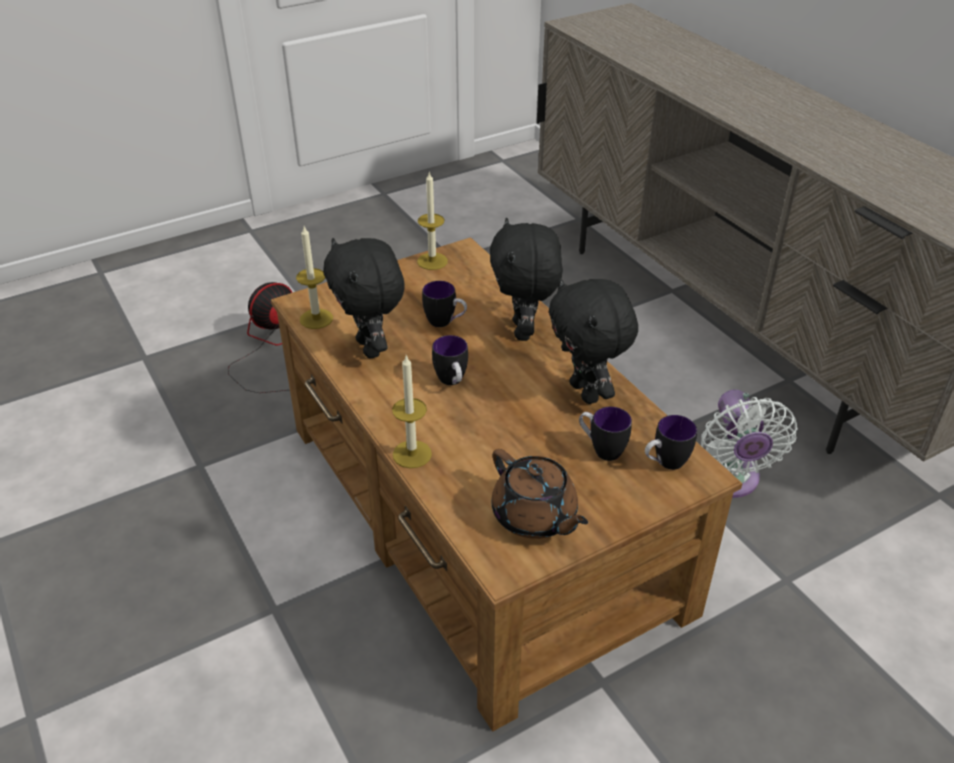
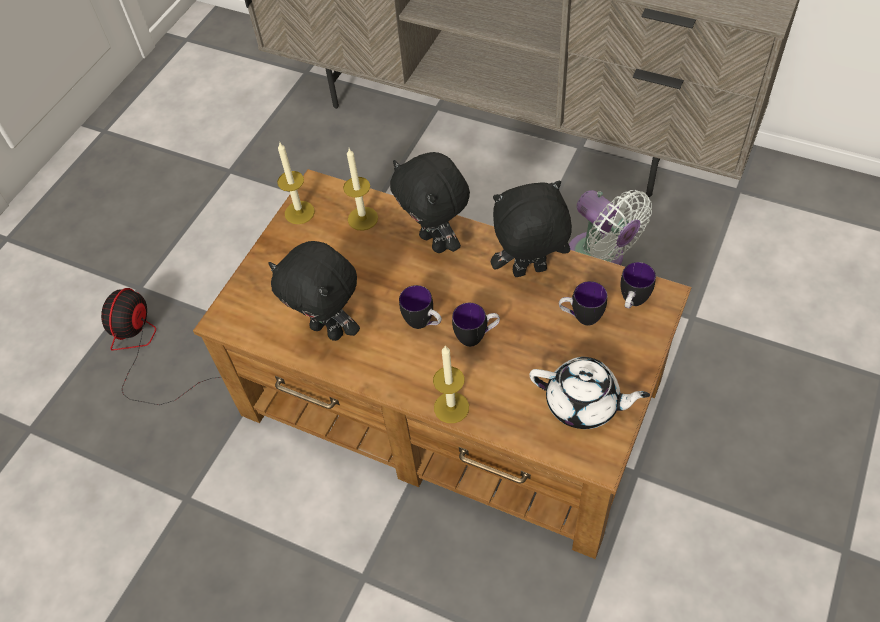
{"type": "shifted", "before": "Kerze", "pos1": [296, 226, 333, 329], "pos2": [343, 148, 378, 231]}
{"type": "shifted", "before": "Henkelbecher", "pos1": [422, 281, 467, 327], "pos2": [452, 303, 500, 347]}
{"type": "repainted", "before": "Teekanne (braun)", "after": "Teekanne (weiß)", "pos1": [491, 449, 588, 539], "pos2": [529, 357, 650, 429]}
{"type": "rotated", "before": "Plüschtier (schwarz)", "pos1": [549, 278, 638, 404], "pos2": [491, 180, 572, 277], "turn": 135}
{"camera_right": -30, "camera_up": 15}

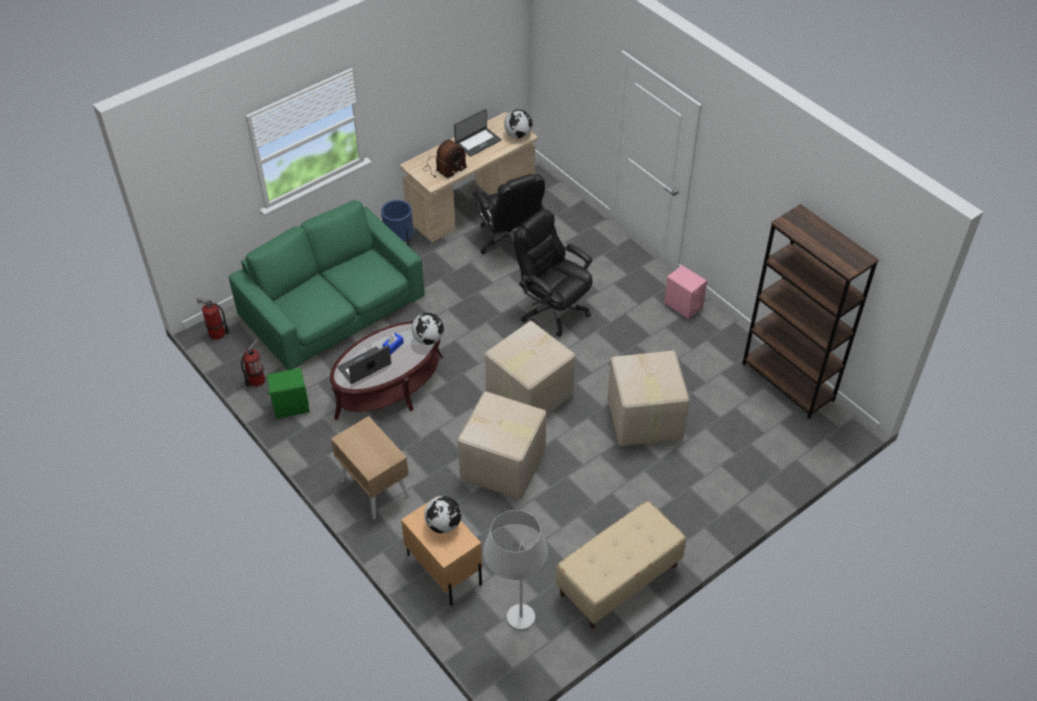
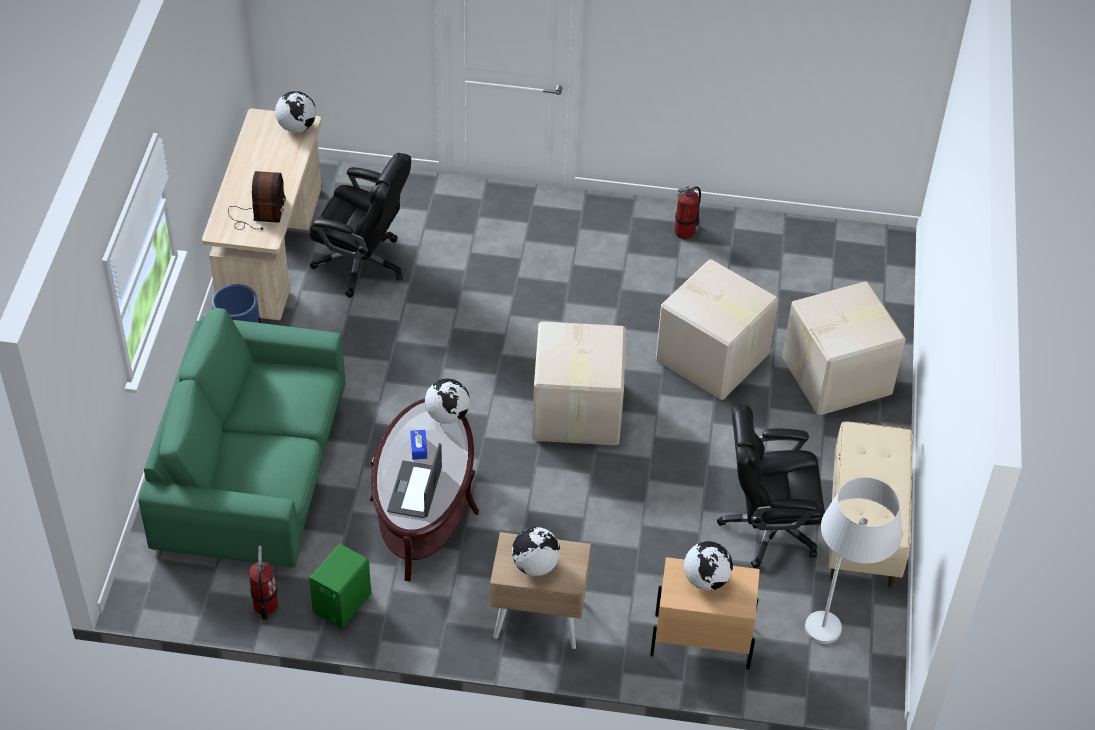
{"type": "shifted", "before": "Feuerlöscher", "pos1": [196, 298, 230, 340], "pos2": [674, 186, 701, 239]}
{"type": "gone", "before": "Laptop", "pos1": [454, 109, 502, 157]}
{"type": "shifted", "before": "Karton", "pos1": [458, 391, 547, 499], "pos2": [782, 282, 906, 415]}
{"type": "shifted", "before": "Bürostuhl (schwarz)", "pos1": [514, 209, 593, 337], "pos2": [717, 404, 825, 568]}
{"type": "gone", "before": "Lautsprecher (rosa)", "pos1": [664, 265, 707, 319]}
{"type": "gone", "before": "Bücherregal (braun)", "pos1": [742, 204, 879, 419]}
{"type": "new", "after": "Globus", "pos2": [512, 527, 560, 576]}
{"camera_right": -45, "camera_up": 0}

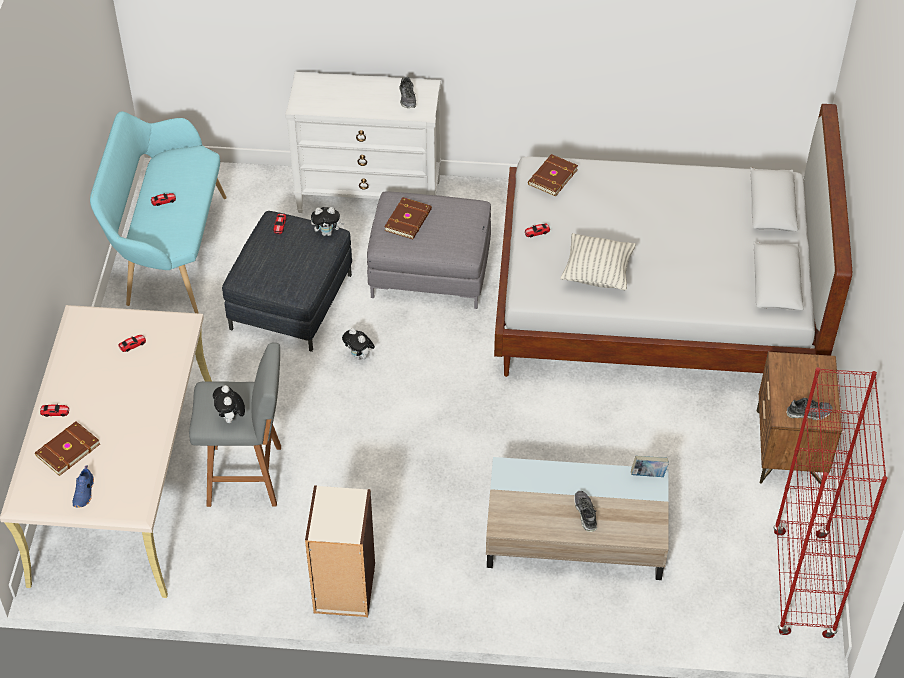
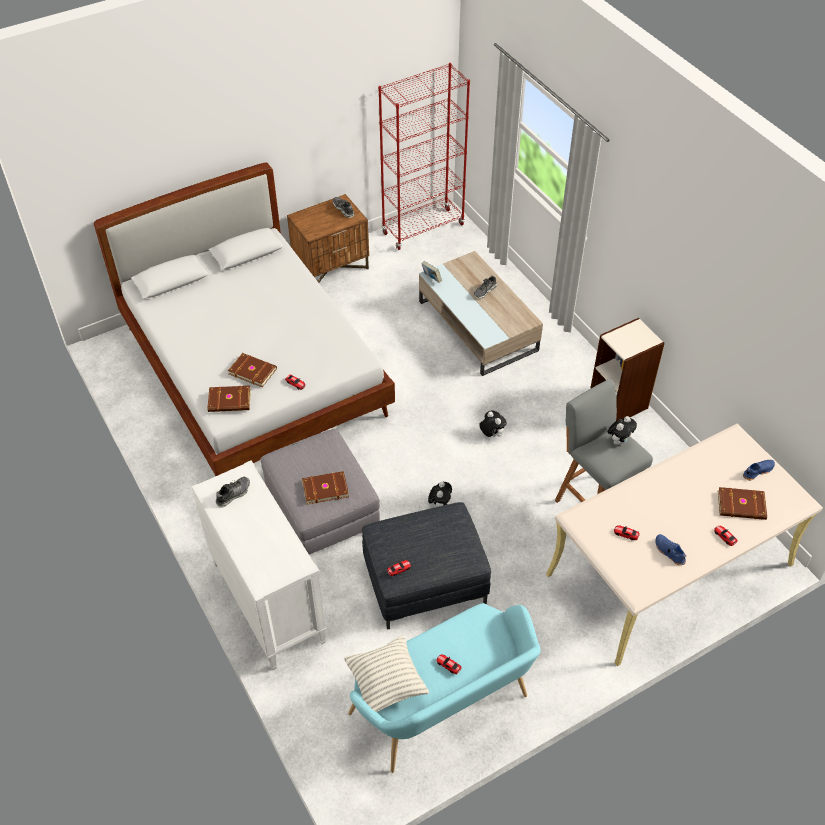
{"type": "shifted", "before": "Plüschtier", "pos1": [311, 207, 344, 236], "pos2": [479, 411, 507, 437]}
{"type": "shifted", "before": "Kissen", "pos1": [561, 233, 636, 290], "pos2": [344, 635, 429, 712]}
{"type": "new", "after": "Buch (braun)", "pos2": [228, 353, 277, 387]}
{"type": "new", "after": "Schuh (blau)", "pos2": [656, 534, 686, 565]}
{"camera_right": -125, "camera_up": 0}

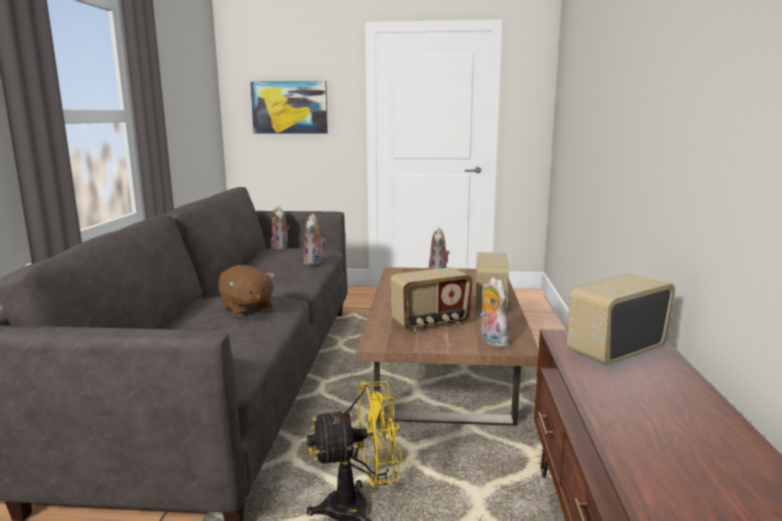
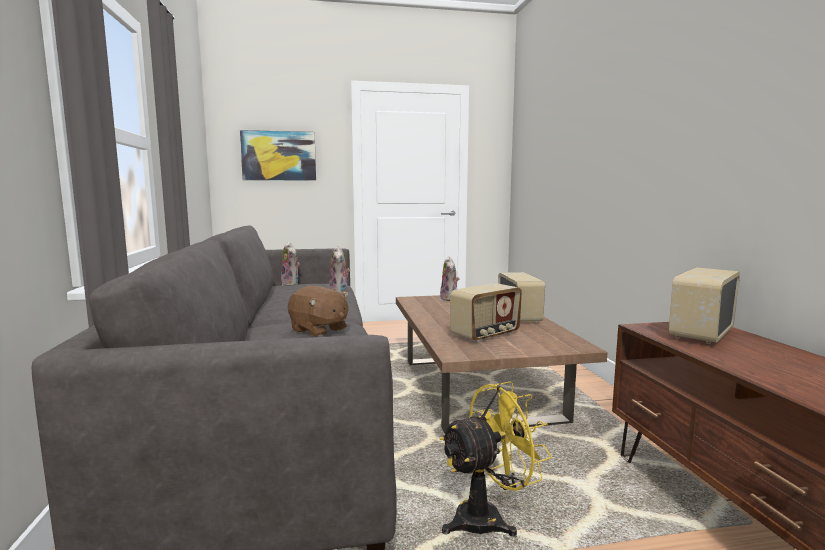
{"type": "gone", "before": "Plüschtier", "pos1": [480, 277, 509, 347]}
{"camera_right": -15, "camera_up": -5}

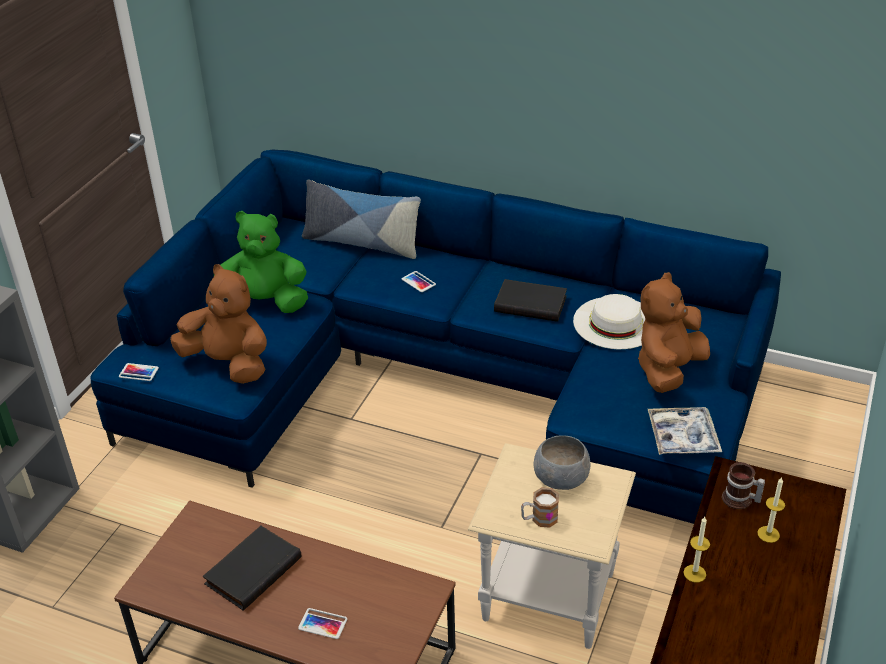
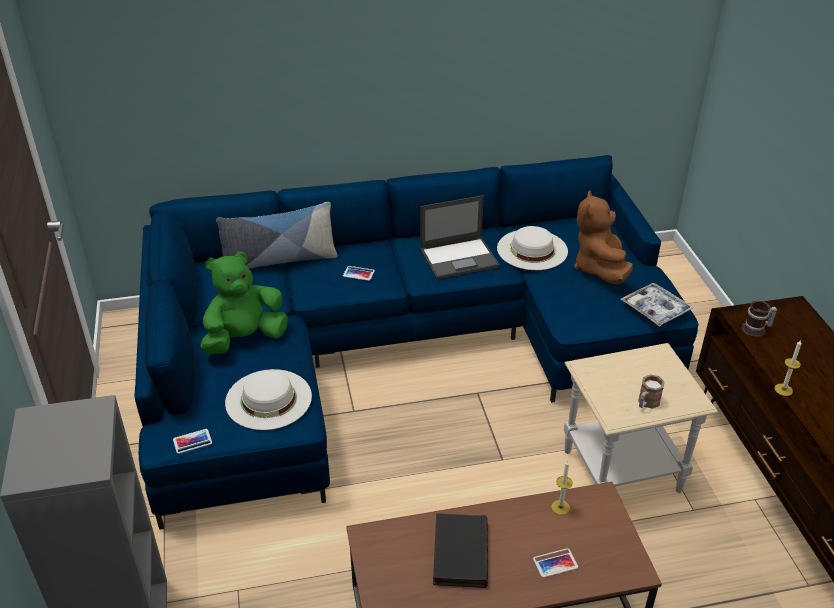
{"type": "swapped", "before": "Plüschtier (braun)", "after": "Hut (weiß)", "pos1": [170, 264, 267, 384], "pos2": [225, 369, 312, 430]}
{"type": "swapped", "before": "Buch (schwarz)", "after": "Laptop", "pos1": [494, 279, 567, 322], "pos2": [420, 195, 499, 279]}
{"type": "gone", "before": "Schüssel (grau)", "pos1": [534, 435, 590, 490]}
{"type": "shifted", "before": "Kerze", "pos1": [758, 477, 785, 543], "pos2": [551, 460, 573, 515]}
{"camera_right": -35, "camera_up": 0}

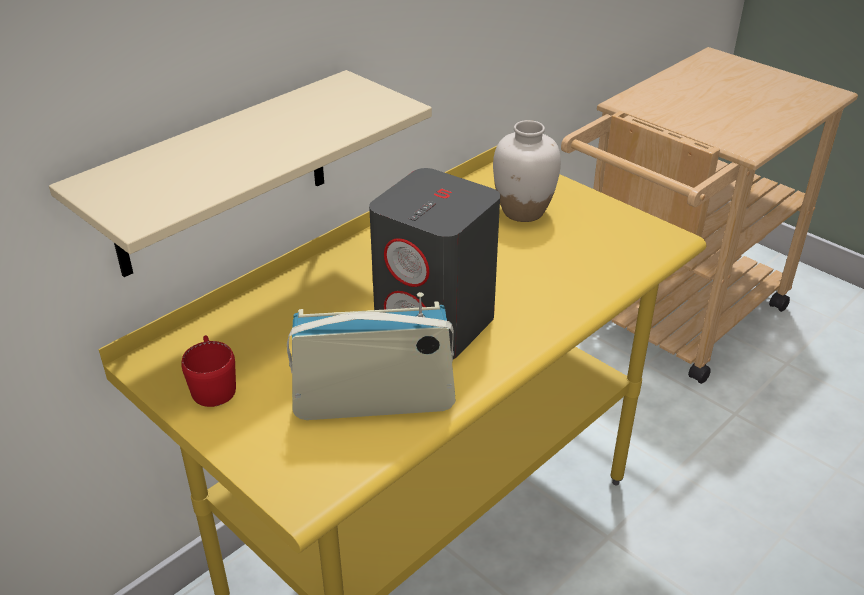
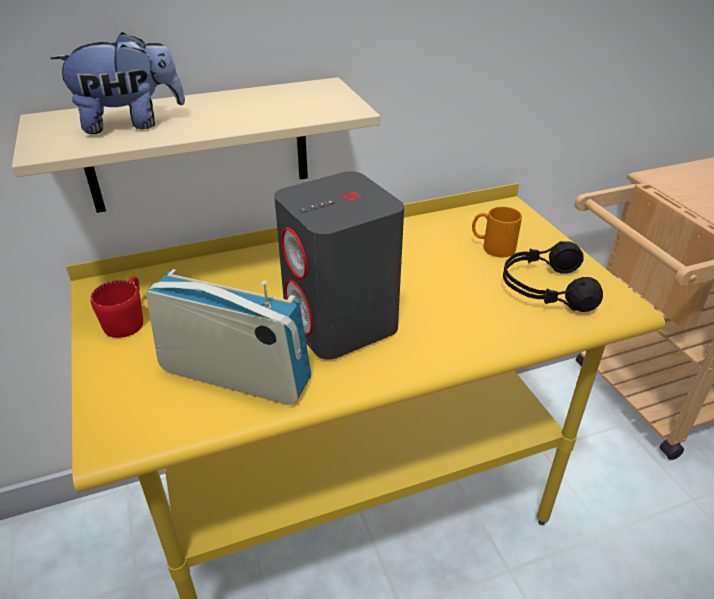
{"type": "swapped", "before": "Vase (weiß)", "after": "Henkelbecher (orange)", "pos1": [493, 120, 561, 222], "pos2": [472, 206, 522, 257]}
{"type": "new", "after": "Plüschtier", "pos2": [50, 32, 185, 134]}
{"type": "new", "after": "Kopfhörer (schwarz)", "pos2": [503, 241, 603, 312]}
{"camera_right": 25, "camera_up": 0}

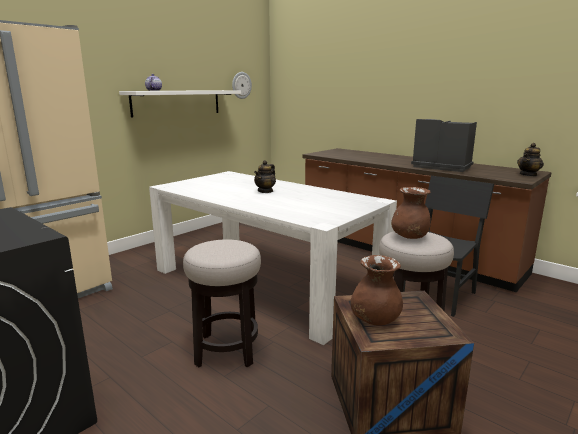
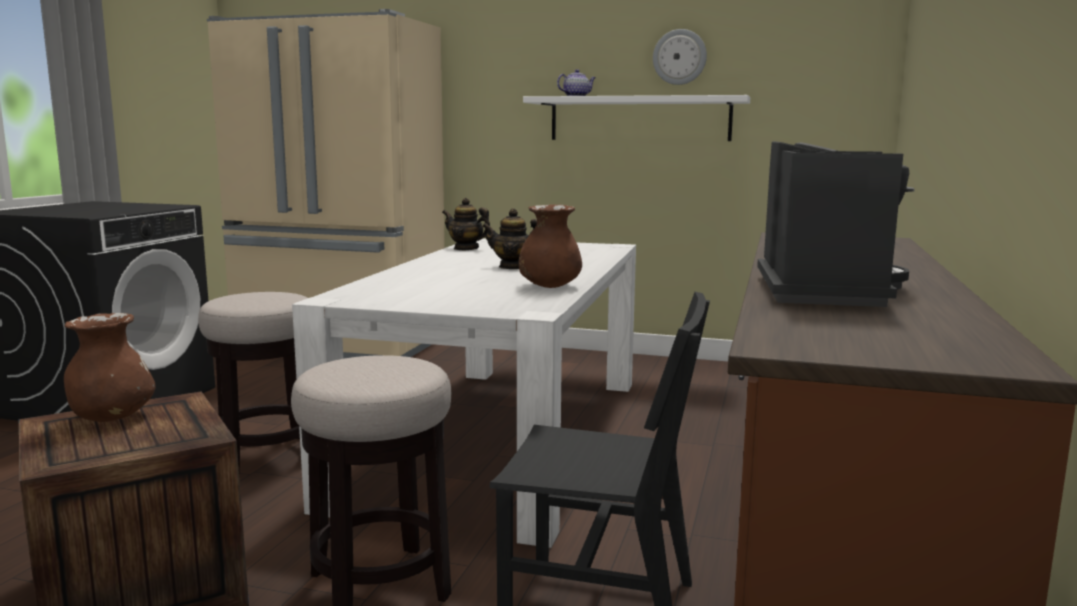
{"type": "shifted", "before": "Wanduhr", "pos1": [232, 72, 252, 99], "pos2": [653, 29, 707, 85]}
{"type": "shifted", "before": "Vase (braun)", "pos1": [391, 187, 431, 239], "pos2": [519, 204, 582, 288]}
{"type": "shifted", "before": "Teekanne", "pos1": [517, 143, 544, 177], "pos2": [442, 198, 490, 250]}
{"camera_right": 65, "camera_up": -5}

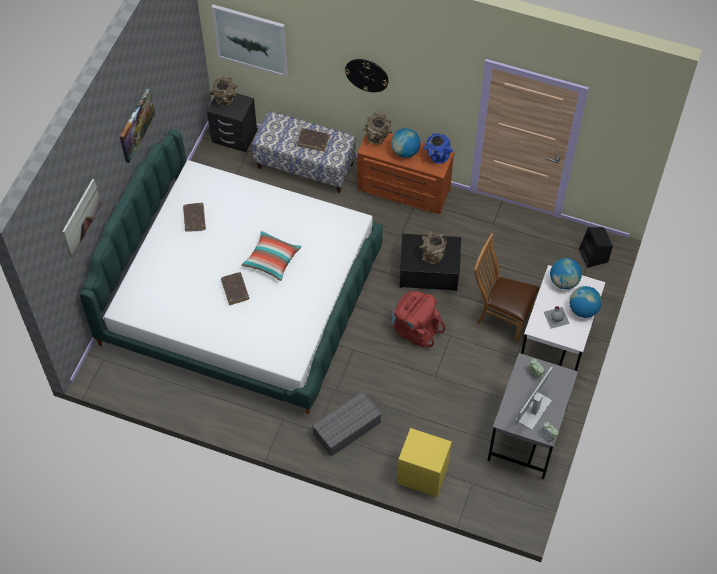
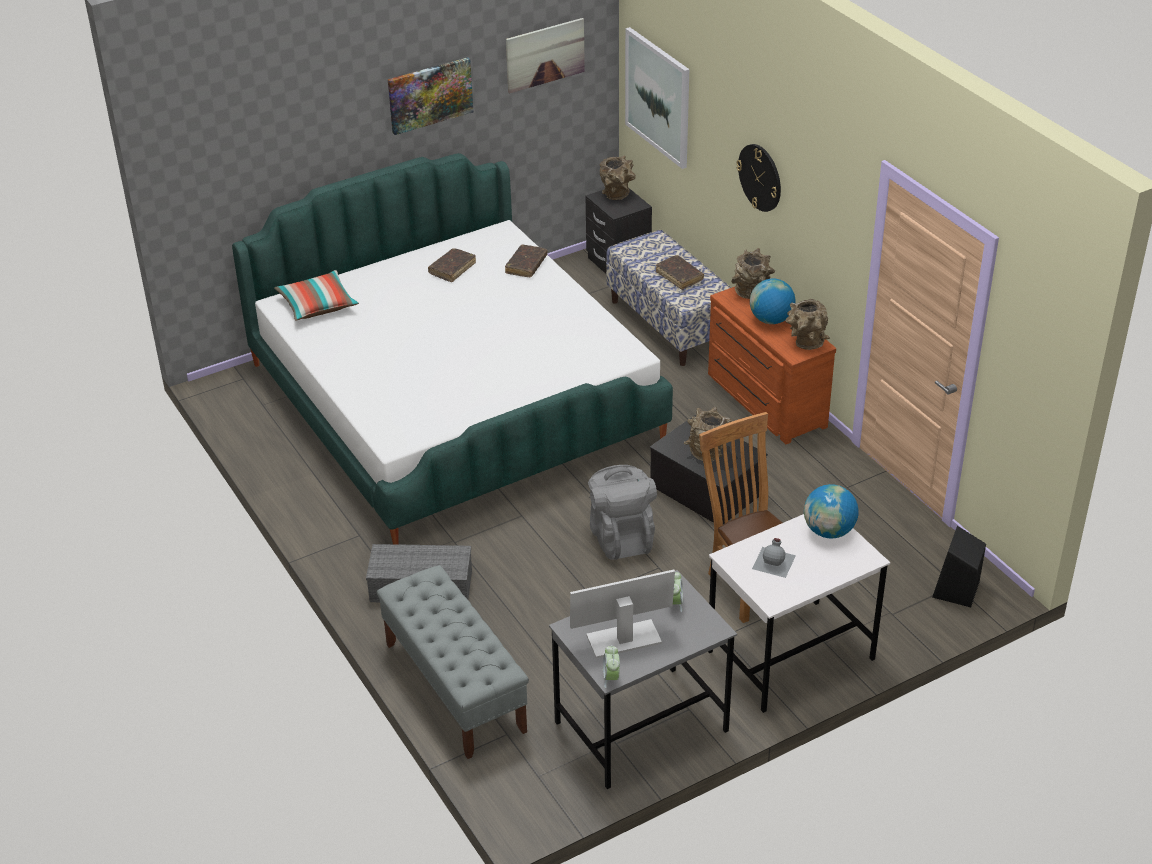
{"type": "shifted", "before": "Bild", "pos1": [62, 179, 101, 257], "pos2": [506, 18, 585, 93]}
{"type": "shifted", "before": "Buch (braun)", "pos1": [221, 272, 249, 305], "pos2": [505, 244, 548, 277]}
{"type": "shifted", "before": "Kissen", "pos1": [241, 230, 302, 281], "pos2": [274, 270, 359, 321]}
{"type": "repainted", "before": "Rucksack (rot)", "after": "Rucksack (grau)", "pos1": [392, 291, 445, 348], "pos2": [588, 465, 657, 560]}
{"type": "swapped", "before": "Nachttisch (gelb)", "after": "Bank (grau)", "pos1": [397, 428, 452, 497], "pos2": [377, 565, 529, 759]}
{"type": "repainted", "before": "Vase (blau)", "after": "Vase (braun)", "pos1": [423, 133, 453, 164], "pos2": [785, 299, 830, 350]}
{"type": "gone", "before": "Globus", "pos1": [569, 286, 602, 318]}
{"camera_right": 40, "camera_up": -20}

